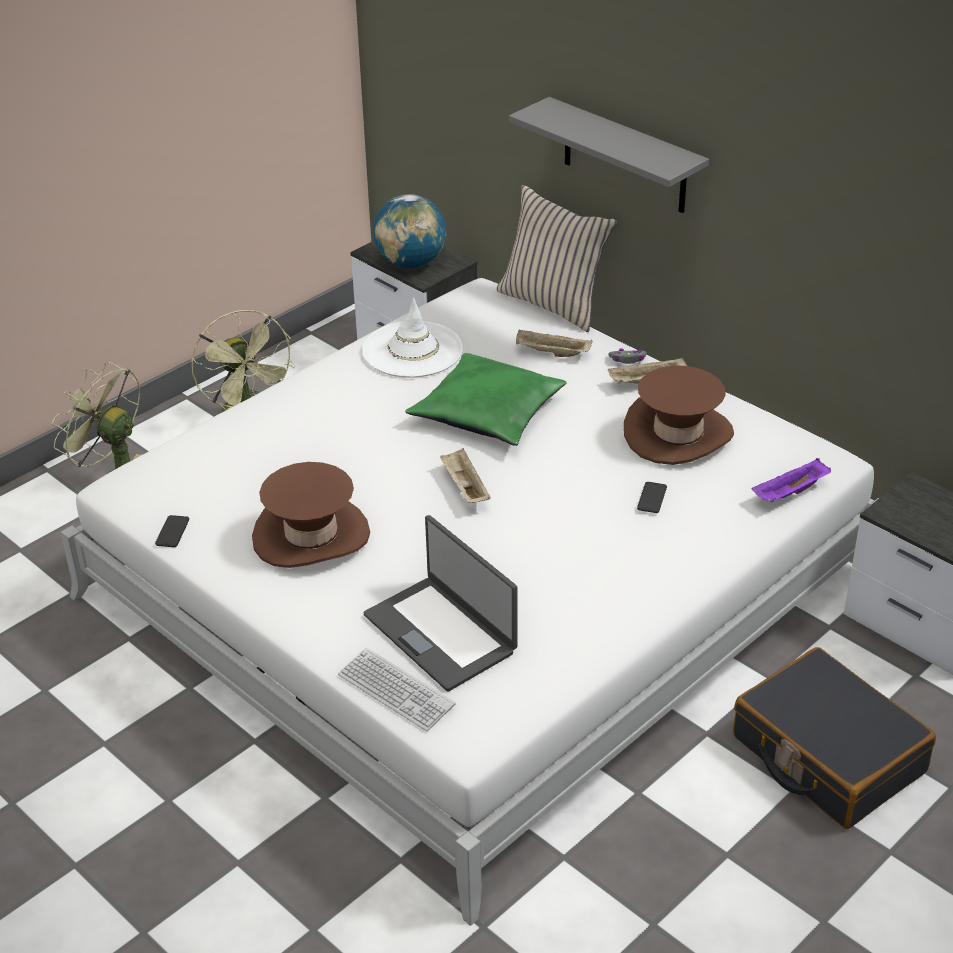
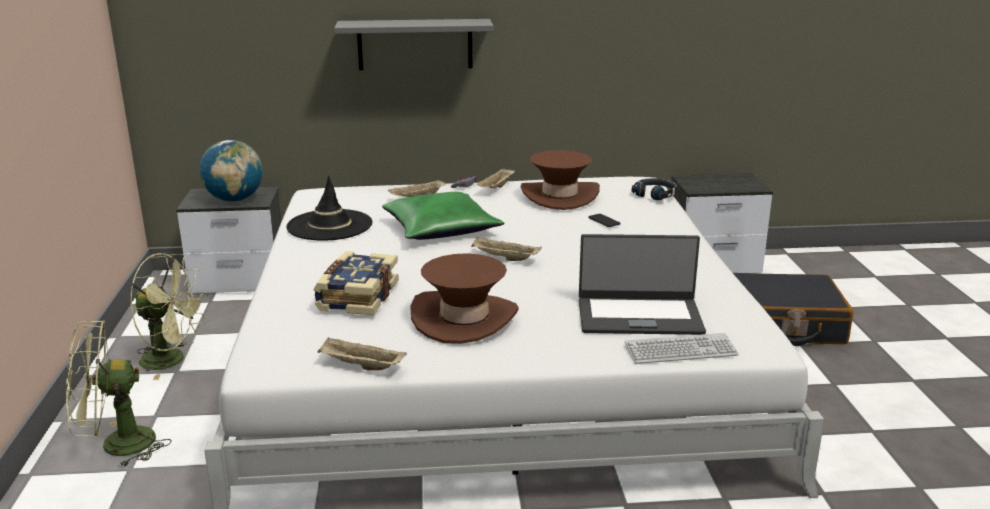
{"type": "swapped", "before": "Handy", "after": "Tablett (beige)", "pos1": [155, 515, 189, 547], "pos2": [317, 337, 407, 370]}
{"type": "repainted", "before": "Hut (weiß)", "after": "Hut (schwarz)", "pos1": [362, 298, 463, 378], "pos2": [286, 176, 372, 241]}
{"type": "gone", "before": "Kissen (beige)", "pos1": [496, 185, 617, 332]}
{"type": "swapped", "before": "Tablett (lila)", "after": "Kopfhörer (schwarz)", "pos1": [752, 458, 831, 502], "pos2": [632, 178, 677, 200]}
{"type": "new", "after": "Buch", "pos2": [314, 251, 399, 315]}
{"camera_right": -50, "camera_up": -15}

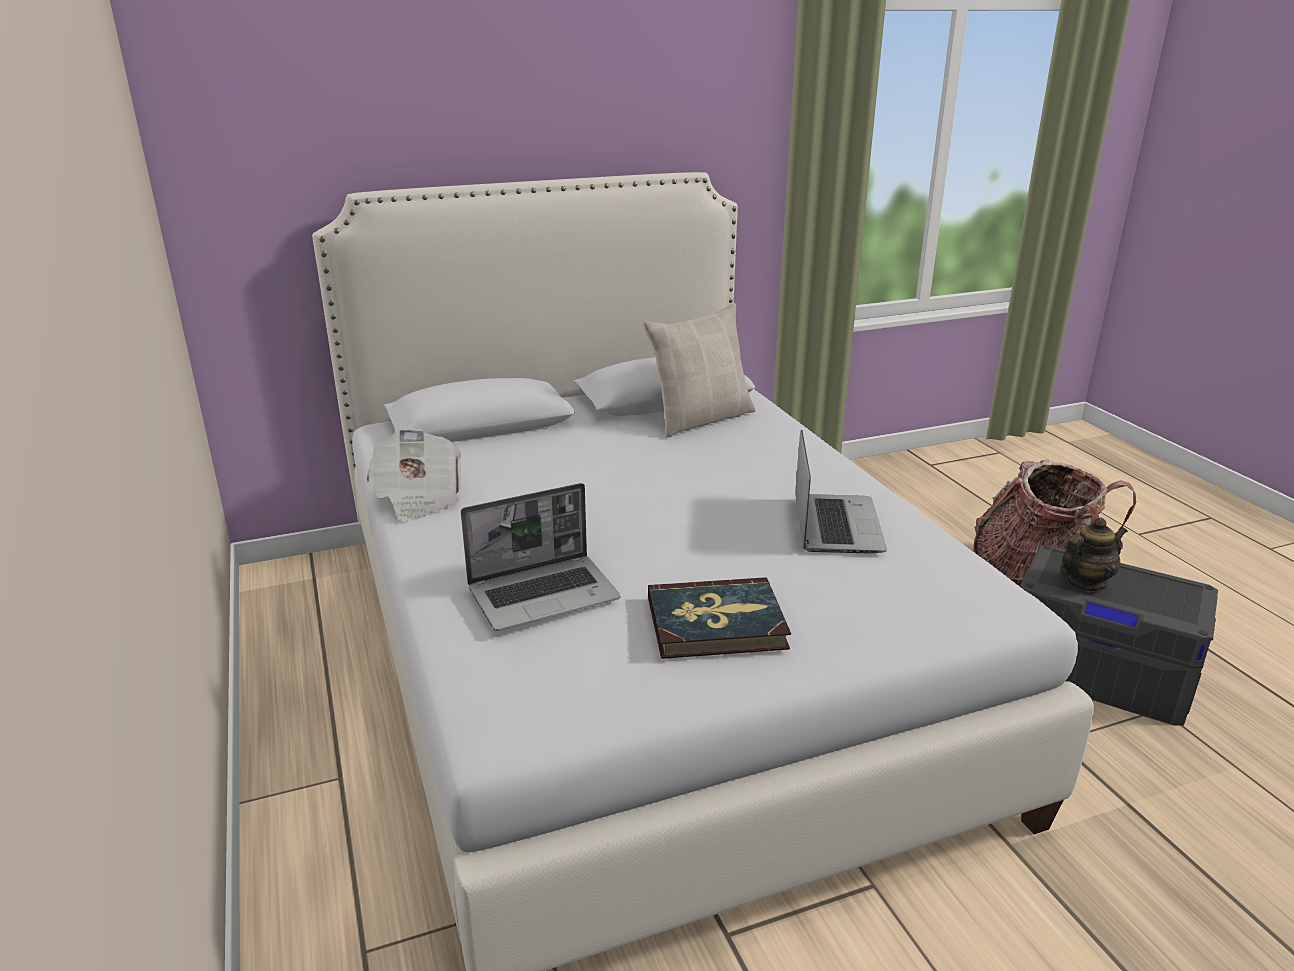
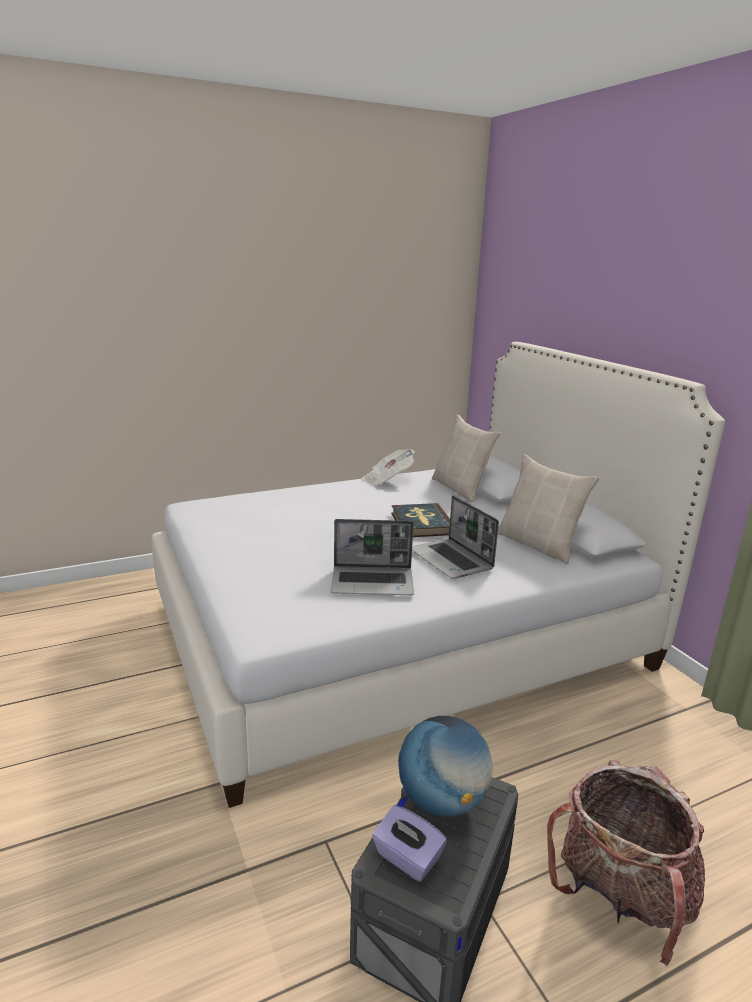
{"type": "shifted", "before": "Laptop", "pos1": [461, 483, 620, 631], "pos2": [412, 496, 499, 579]}
{"type": "shifted", "before": "Buch", "pos1": [648, 577, 791, 659], "pos2": [391, 503, 450, 537]}
{"type": "swapped", "before": "Teekanne", "after": "Globus", "pos1": [1060, 518, 1128, 591], "pos2": [398, 716, 493, 817]}
{"type": "new", "after": "Taschentuchbox (lila)", "pos2": [372, 805, 447, 882]}
{"type": "new", "after": "Kissen (beige)", "pos2": [432, 415, 501, 502]}
{"camera_right": 85, "camera_up": -5}

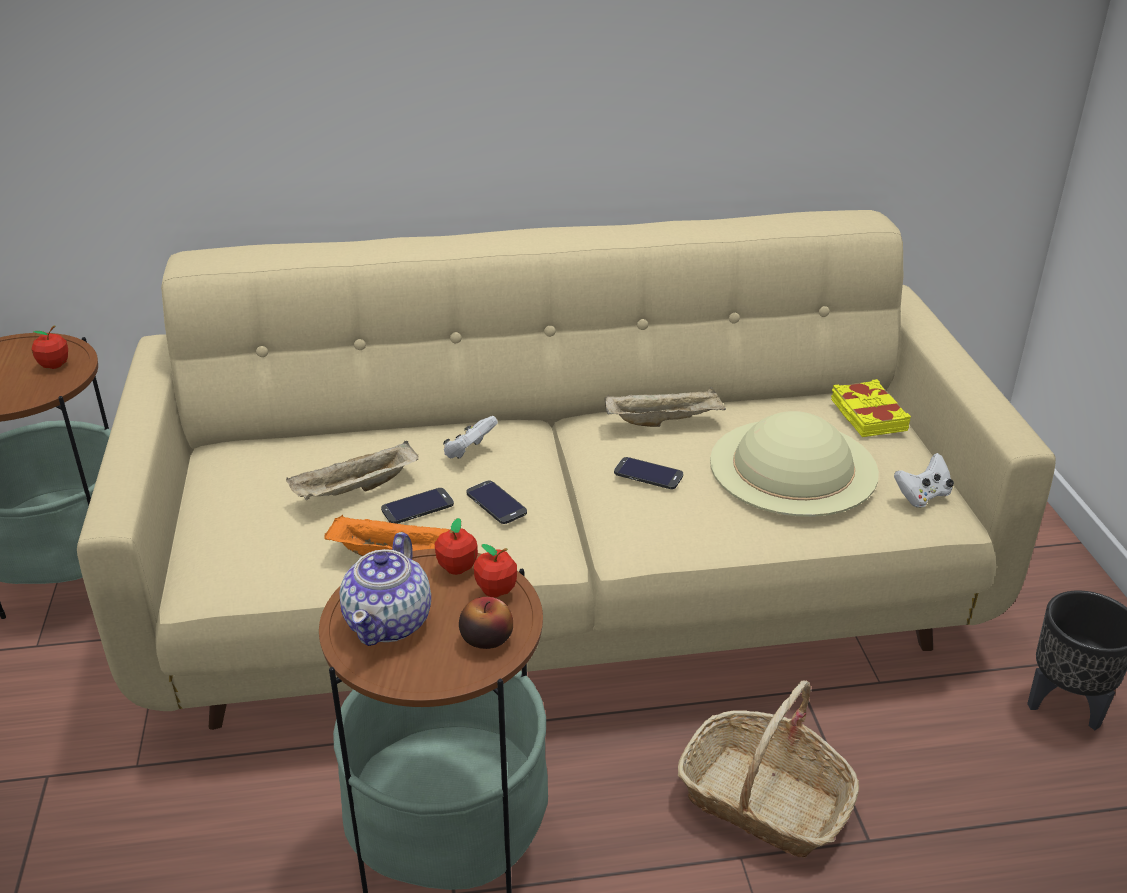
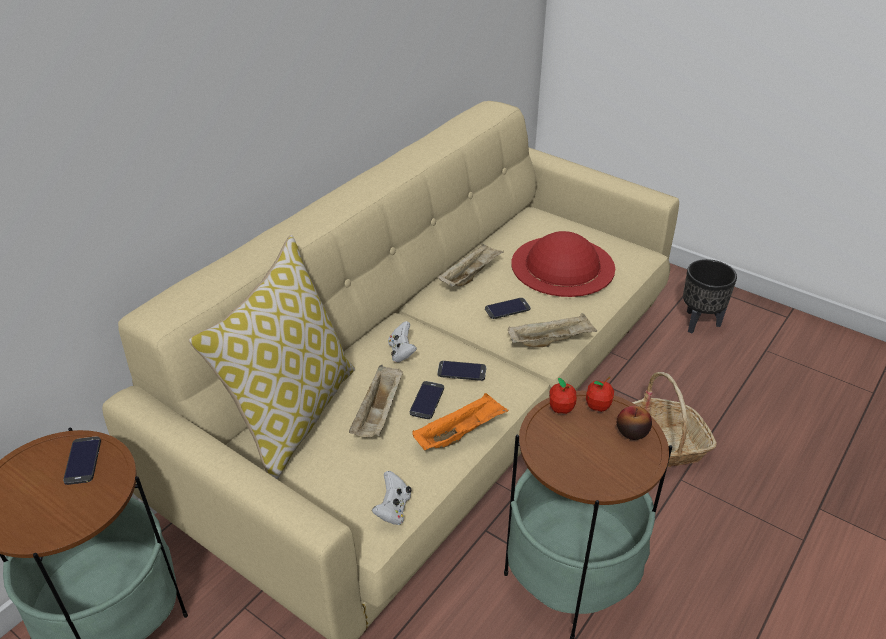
{"type": "swapped", "before": "Apfel", "after": "Handy", "pos1": [31, 325, 68, 369], "pos2": [63, 437, 101, 485]}
{"type": "gone", "before": "Teekanne", "pos1": [340, 532, 431, 646]}
{"type": "repainted", "before": "Hut (beige)", "after": "Hut (rot)", "pos1": [710, 411, 879, 517], "pos2": [511, 231, 615, 297]}
{"type": "gone", "before": "Buch (gelb)", "pos1": [831, 379, 911, 437]}
{"type": "shifted", "before": "Gamepad (weiß)", "pos1": [894, 453, 954, 508], "pos2": [372, 471, 412, 525]}
{"type": "new", "after": "Kissen", "pos2": [189, 235, 355, 479]}
{"type": "new", "after": "Tablett (beige)", "pos2": [508, 313, 597, 347]}
{"camera_right": -45, "camera_up": 5}

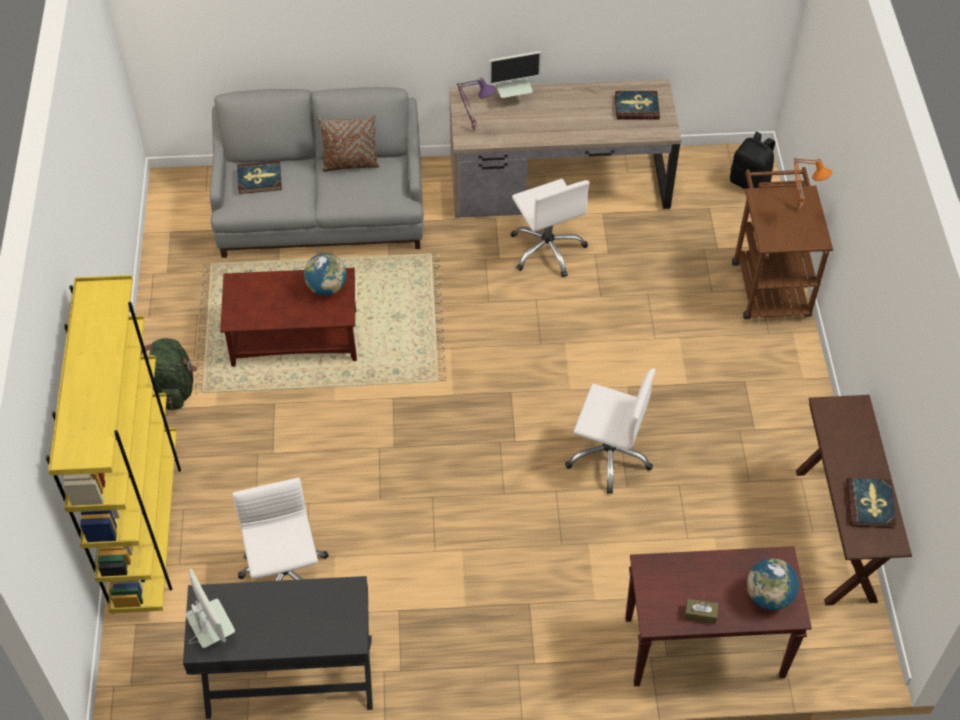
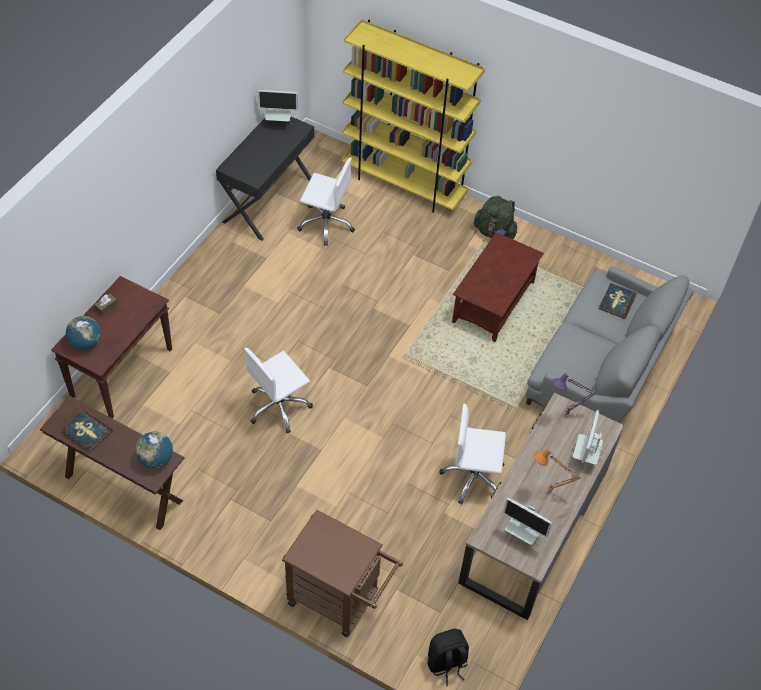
{"type": "shifted", "before": "Globus", "pos1": [304, 253, 347, 296], "pos2": [136, 432, 173, 468]}
{"type": "gone", "before": "Kissen (braun)", "pos1": [318, 116, 380, 172]}
{"type": "swapped", "before": "Buch", "after": "Monitor", "pos1": [615, 91, 660, 120], "pos2": [503, 498, 552, 545]}
{"type": "shifted", "before": "Tischlampe (orange)", "pos1": [794, 158, 833, 210], "pos2": [533, 448, 581, 492]}
{"camera_right": 120, "camera_up": 0}

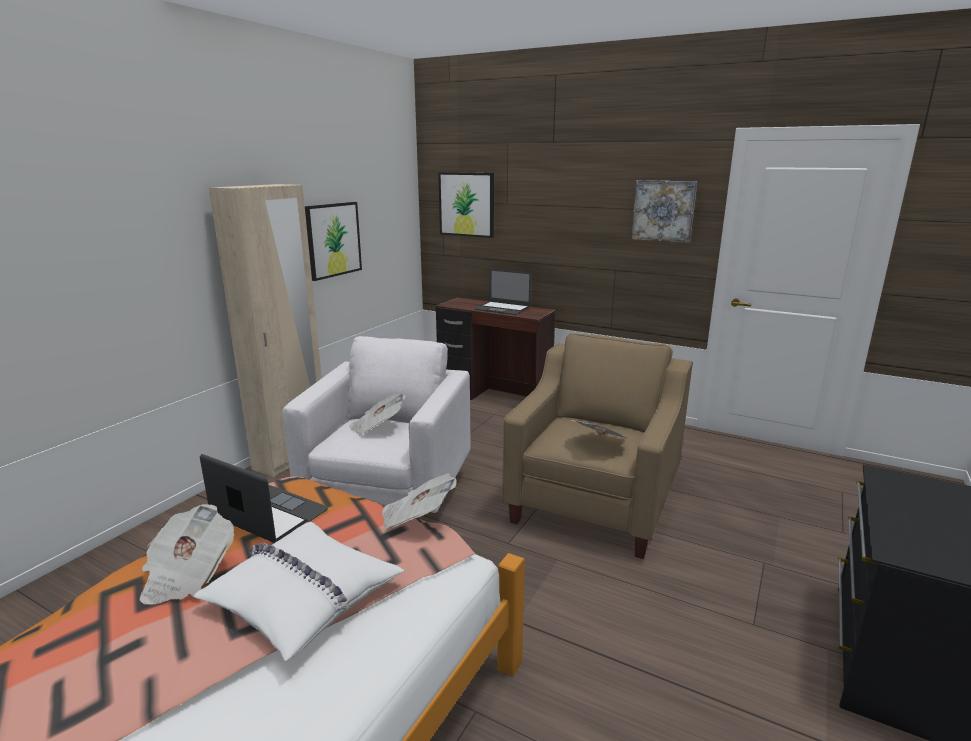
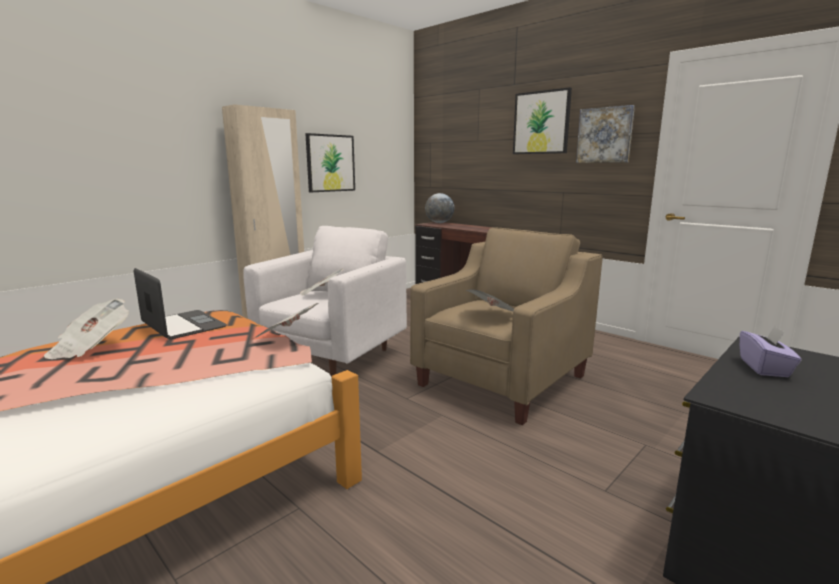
{"type": "gone", "before": "Kissen (weiß)", "pos1": [194, 522, 405, 661]}
{"type": "shifted", "before": "Bild", "pos1": [438, 172, 494, 238], "pos2": [513, 87, 572, 154]}
{"type": "gone", "before": "Laptop", "pos1": [474, 268, 531, 315]}
{"type": "new", "after": "Globus", "pos2": [425, 193, 455, 223]}
{"type": "new", "after": "Taschentuchbox (lila)", "pos2": [740, 326, 802, 377]}
{"camera_right": 15, "camera_up": -5}

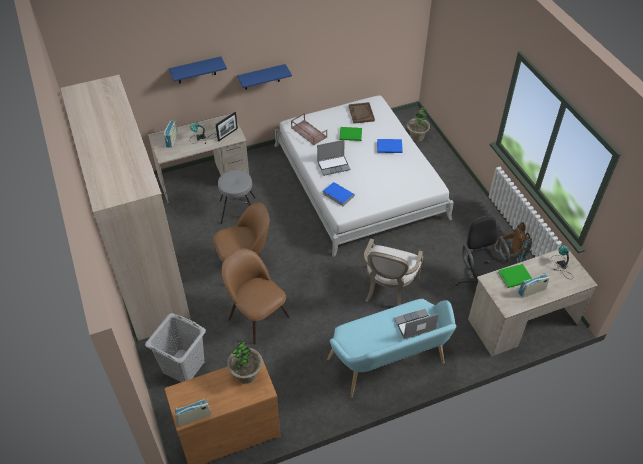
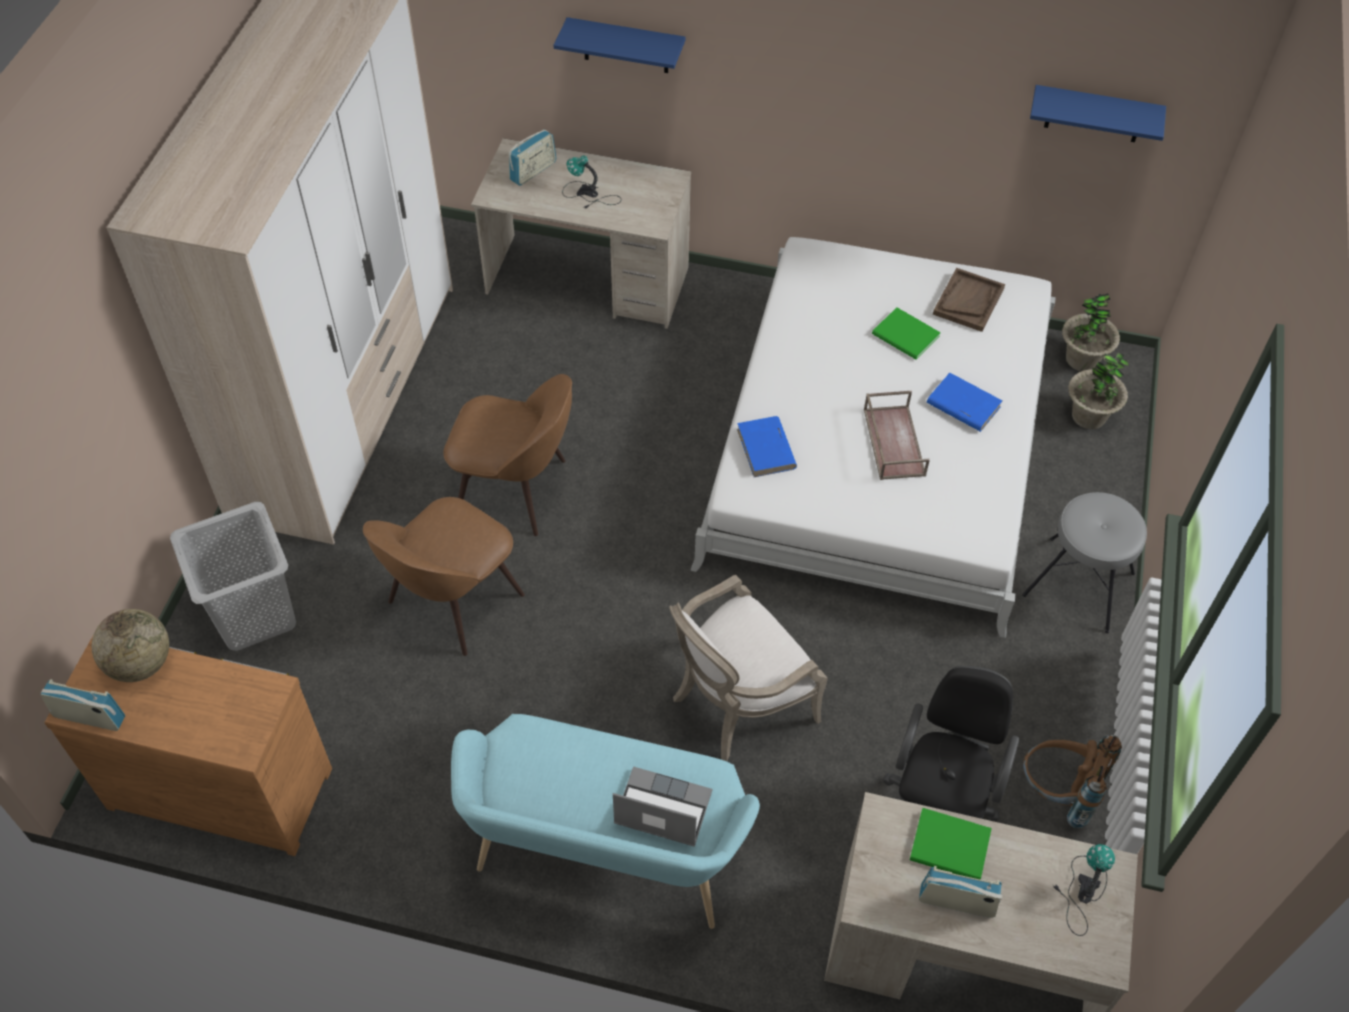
{"type": "gone", "before": "Bilderrahmen", "pos1": [215, 112, 238, 141]}
{"type": "shifted", "before": "Hocker (grau)", "pos1": [218, 170, 255, 224], "pos2": [1022, 492, 1147, 633]}
{"type": "rotated", "before": "Stuhl (braun)", "pos1": [222, 249, 290, 345], "pos2": [363, 497, 525, 656], "turn": -135}
{"type": "shifted", "before": "Topfpflanze", "pos1": [227, 341, 263, 384], "pos2": [1062, 293, 1120, 371]}
{"type": "shifted", "before": "Wandregal (blau)", "pos1": [237, 64, 292, 90], "pos2": [1030, 85, 1166, 142]}
{"type": "shifted", "before": "Tablett (braun)", "pos1": [291, 113, 327, 145], "pos2": [864, 391, 930, 480]}
{"type": "gone", "before": "Laptop", "pos1": [317, 140, 351, 176]}
{"type": "new", "after": "Globus", "pos2": [92, 609, 169, 682]}
{"camera_right": 35, "camera_up": 5}

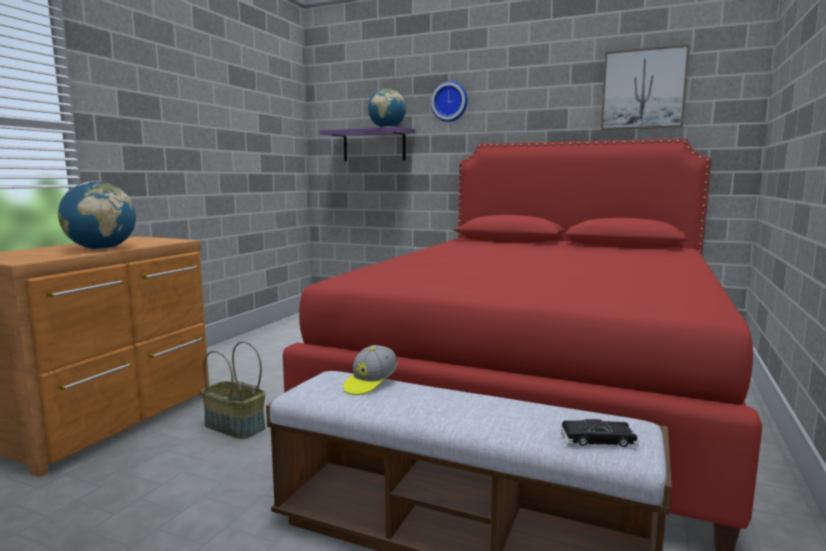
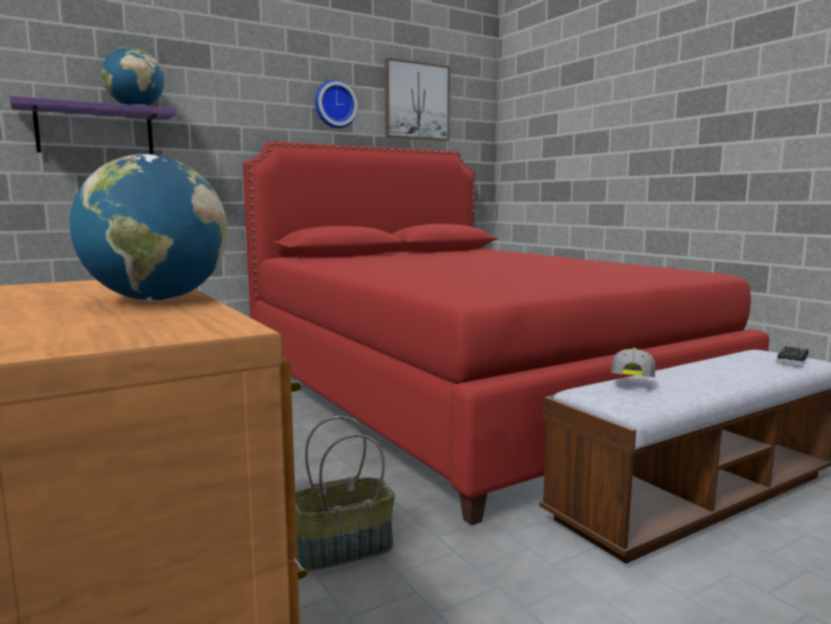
{"type": "rotated", "before": "Kappe", "pos1": [343, 345, 397, 395], "pos2": [611, 348, 655, 377], "turn": -135}
{"type": "shifted", "before": "Wanduhr", "pos1": [431, 81, 468, 122], "pos2": [315, 80, 358, 128]}
{"camera_right": -55, "camera_up": 0}

